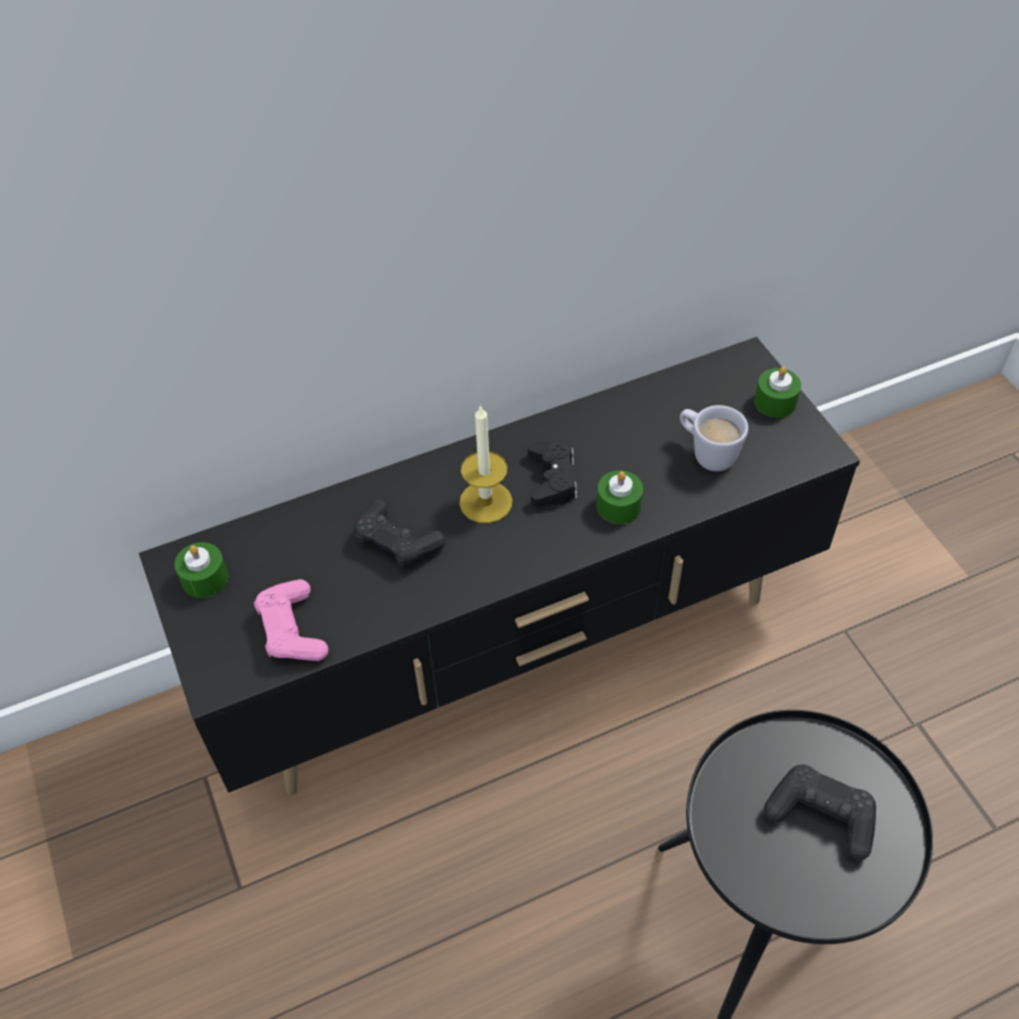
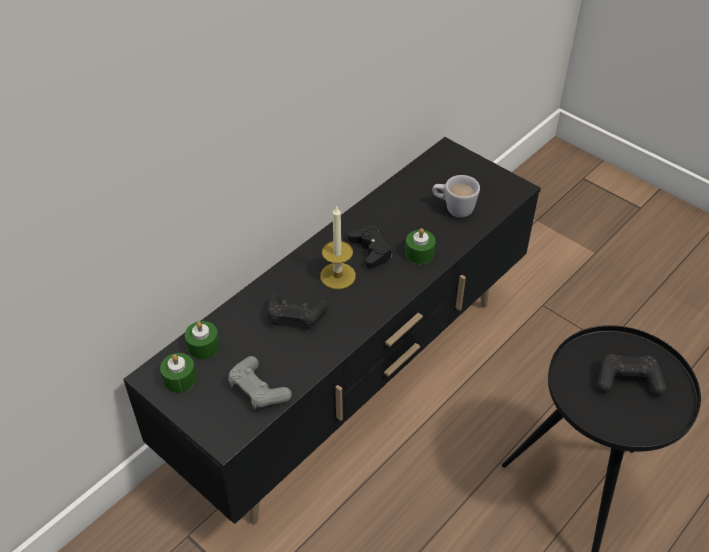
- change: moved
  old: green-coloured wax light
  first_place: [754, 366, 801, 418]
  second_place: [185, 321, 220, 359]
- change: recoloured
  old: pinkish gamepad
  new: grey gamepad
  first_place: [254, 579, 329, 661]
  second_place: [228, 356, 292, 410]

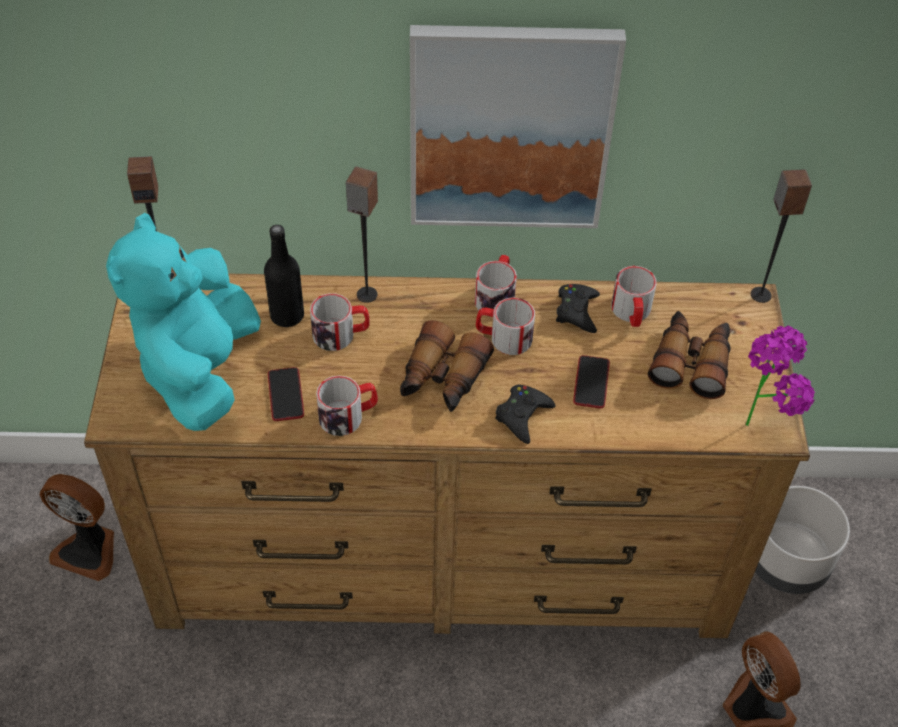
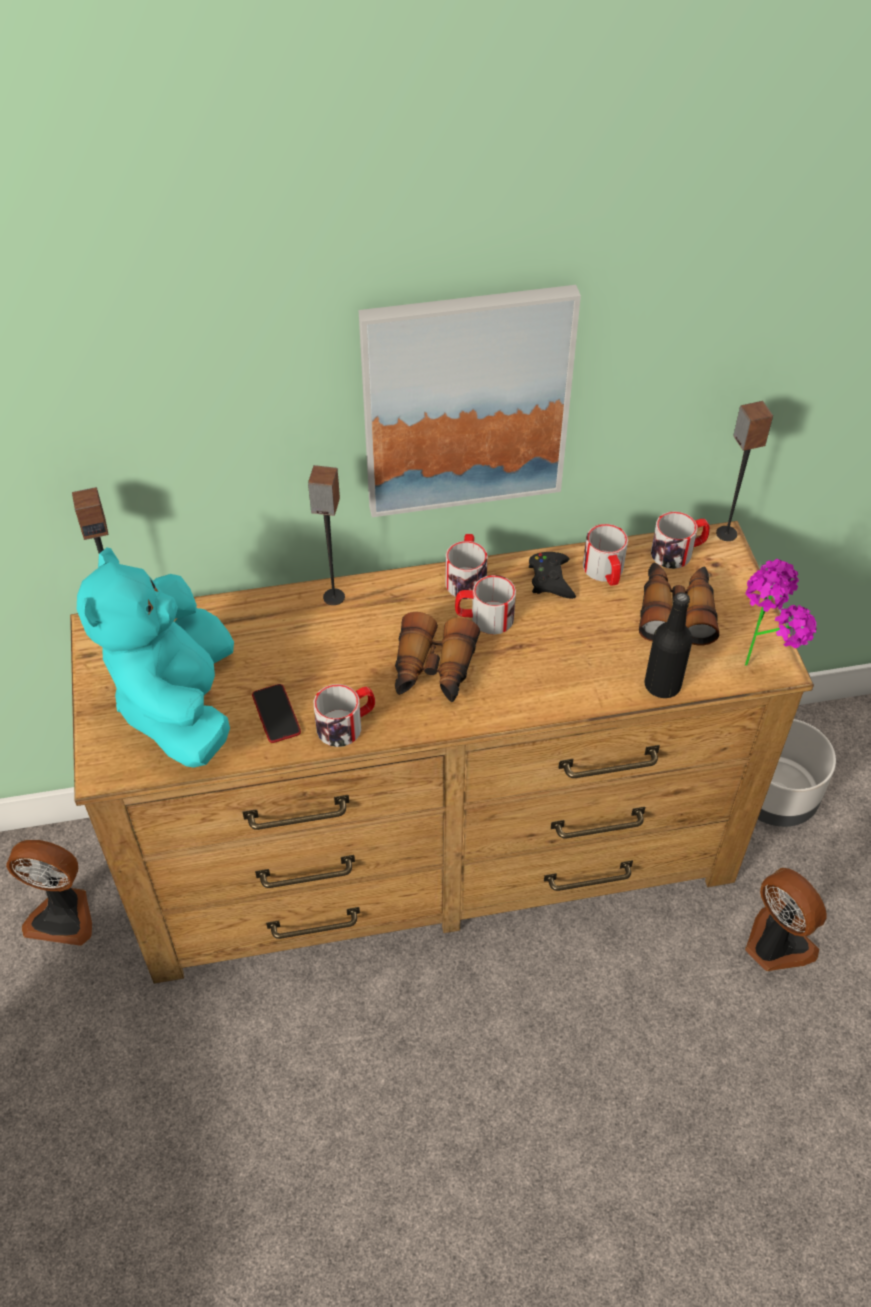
- change: removed
  old: black gamepad
  first_place: [495, 385, 555, 444]
- change: removed
  old: telephone
  first_place: [573, 355, 610, 409]
- change: moved
  old: black beverage bottle
  first_place: [264, 225, 304, 327]
  second_place: [644, 592, 692, 698]
- change: moved
  old: mug
  first_place: [310, 293, 370, 351]
  second_place: [651, 511, 710, 569]

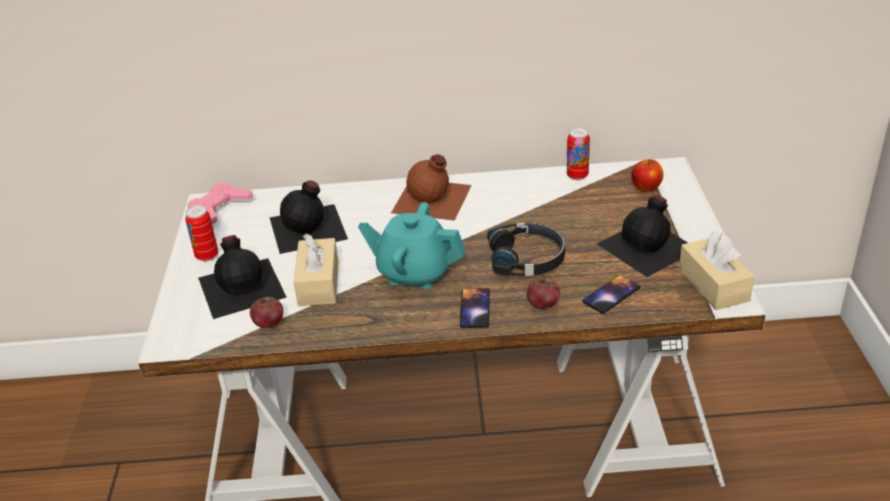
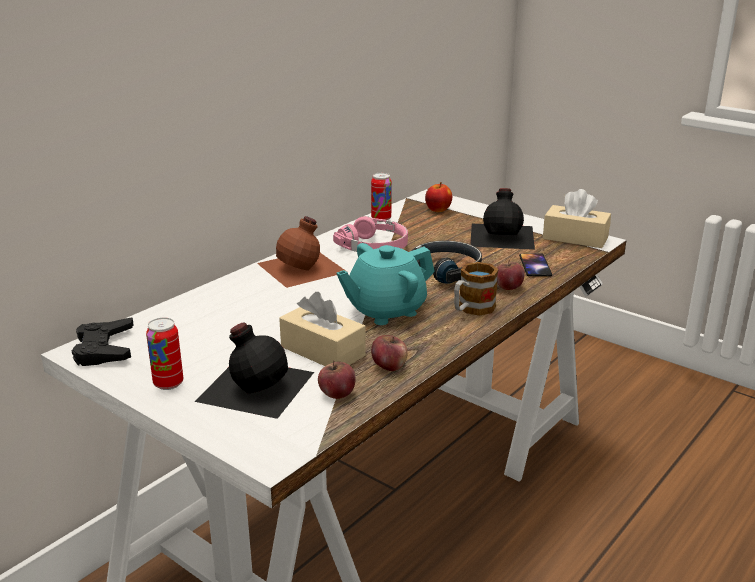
- change: removed
  old: black beverage bottle
  first_place: [270, 180, 348, 254]
- change: added
  new: pinkish headset
  second_place: [333, 216, 408, 252]
- change: added
  new: whole apple
  second_place: [371, 335, 408, 371]
- change: replaced
  old: telephone
  new: mug
  first_place: [460, 288, 490, 328]
  second_place: [454, 262, 499, 316]
- change: recoloured
  old: pinkish gamepad
  new: black gamepad
  first_place: [187, 183, 253, 224]
  second_place: [72, 317, 134, 366]

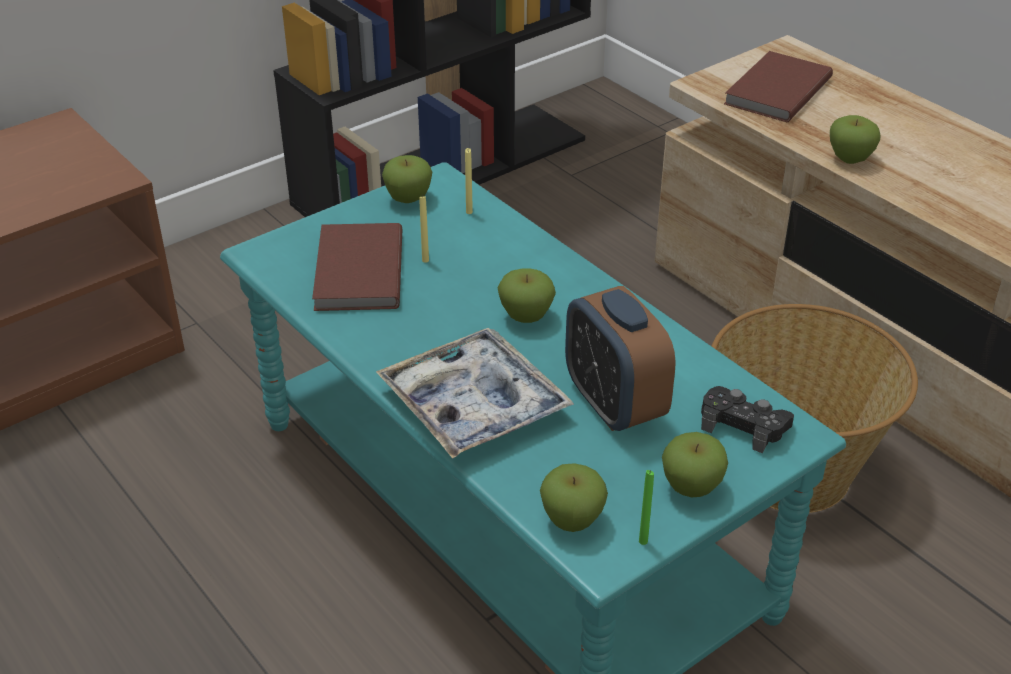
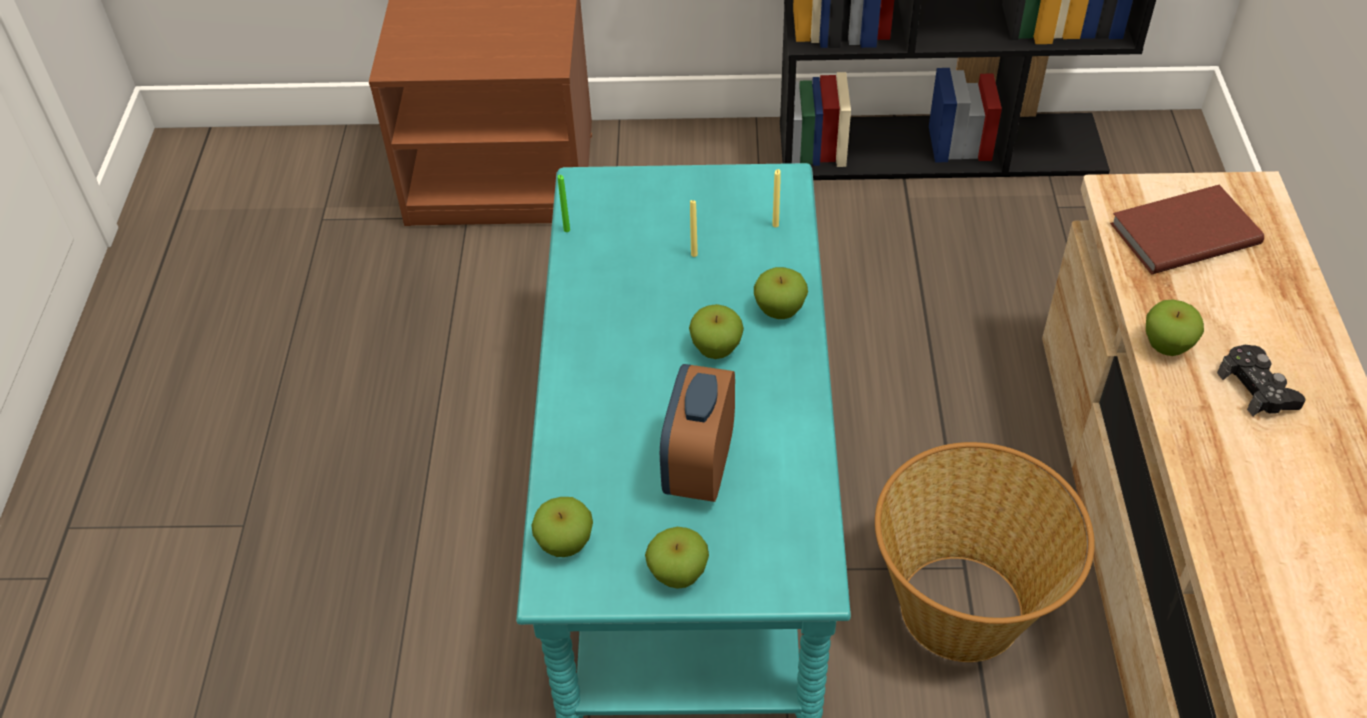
- change: removed
  old: brown-coloured bound book
  first_place: [312, 223, 402, 311]
- change: removed
  old: carrying tray
  first_place: [376, 328, 574, 459]
- change: moved
  old: whole apple
  first_place: [382, 155, 432, 203]
  second_place: [754, 267, 808, 319]
- change: moved
  old: green-coloured wax light
  first_place: [639, 470, 654, 545]
  second_place: [558, 175, 570, 232]
- change: moved
  old: black gamepad
  first_place: [701, 386, 794, 453]
  second_place: [1217, 344, 1306, 416]

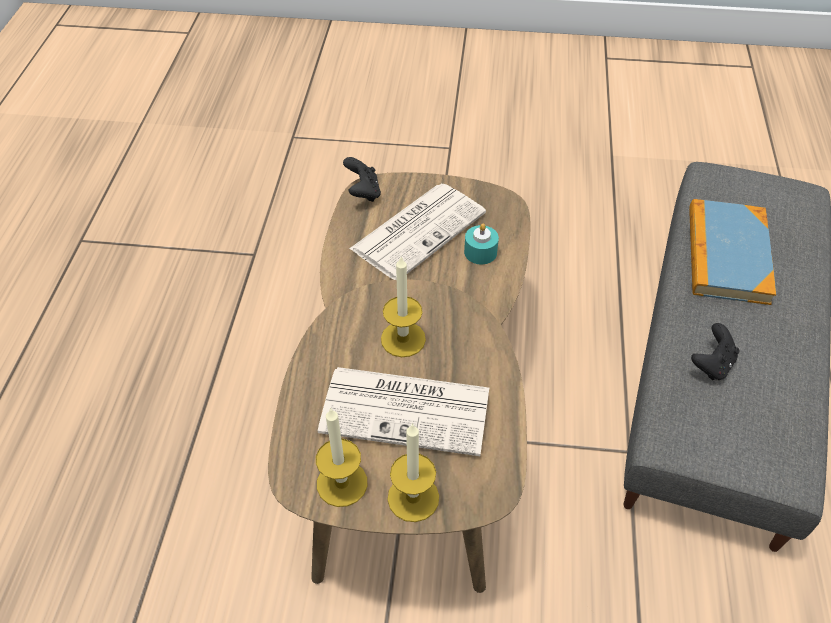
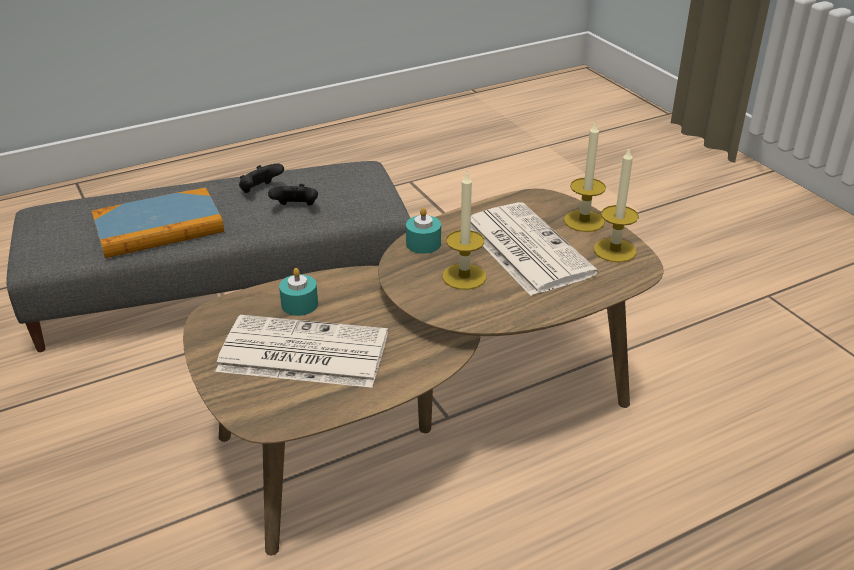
- change: added
  new: turquoise wax light
  second_place: [406, 207, 441, 254]
- change: moved
  old: black gamepad
  first_place: [343, 157, 381, 202]
  second_place: [239, 163, 284, 193]

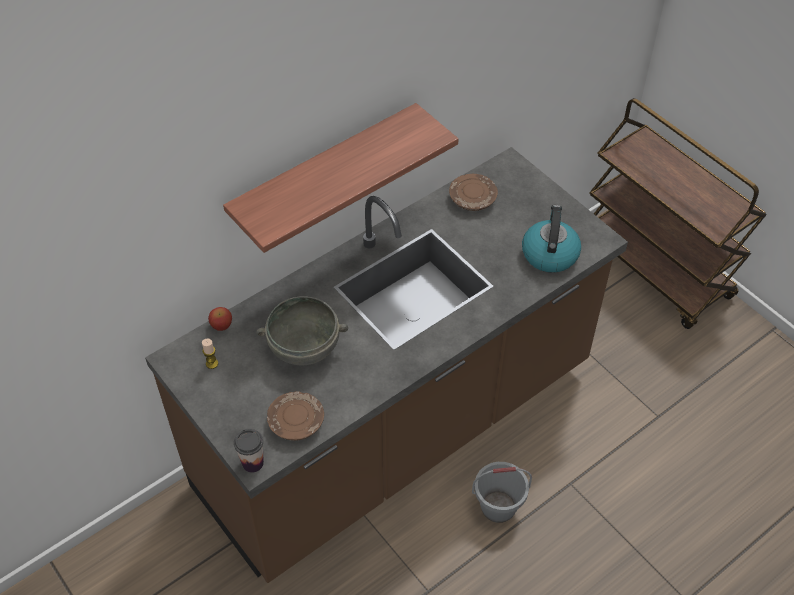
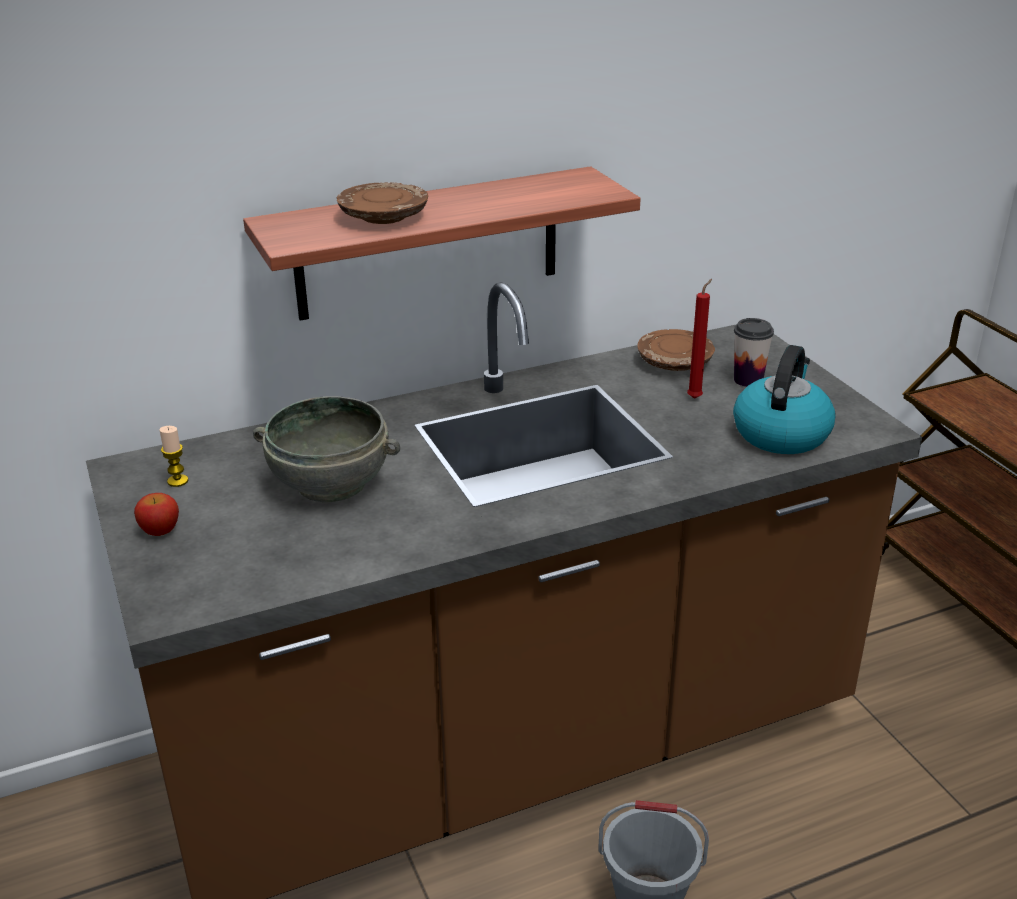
- change: added
  new: red-coloured wax light
  second_place: [687, 279, 712, 399]
- change: moved
  old: whole apple
  first_place: [208, 307, 232, 331]
  second_place: [134, 493, 179, 536]
- change: moved
  old: drinking cup
  first_place: [234, 429, 264, 473]
  second_place: [734, 318, 774, 387]
- change: moved
  old: brown-coloured dinner plate
  first_place: [267, 391, 324, 441]
  second_place: [337, 182, 428, 224]

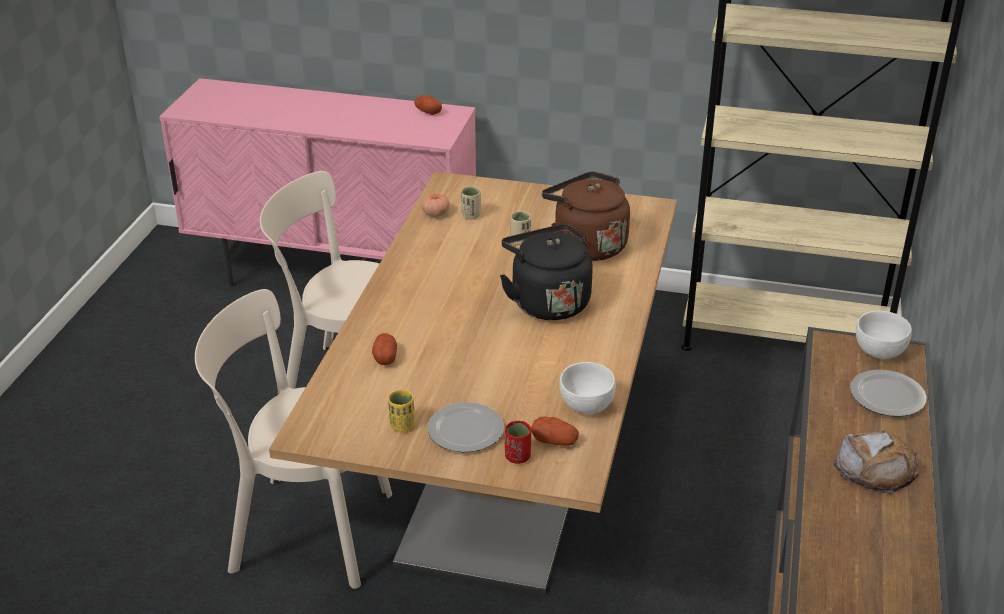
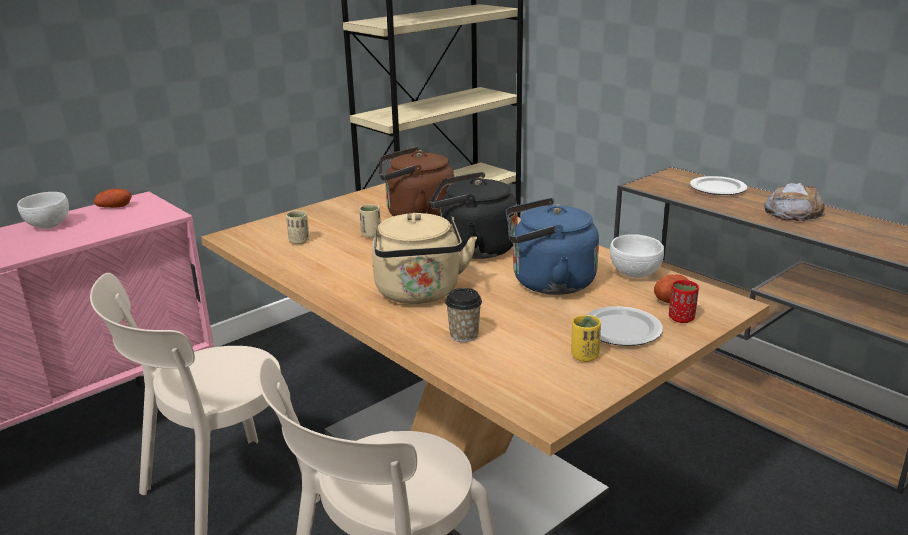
- change: removed
  old: fresh tomato
  first_place: [421, 193, 450, 217]
- change: added
  new: beige-coloured kettle
  second_place: [372, 213, 477, 304]
- change: added
  new: blue kettle
  second_place: [506, 198, 599, 295]
- change: moved
  old: whitish serving bowl
  first_place: [856, 311, 912, 359]
  second_place: [17, 192, 69, 229]
- change: replaced
  old: potato
  new: drinking cup
  first_place: [372, 333, 397, 365]
  second_place: [445, 288, 482, 342]

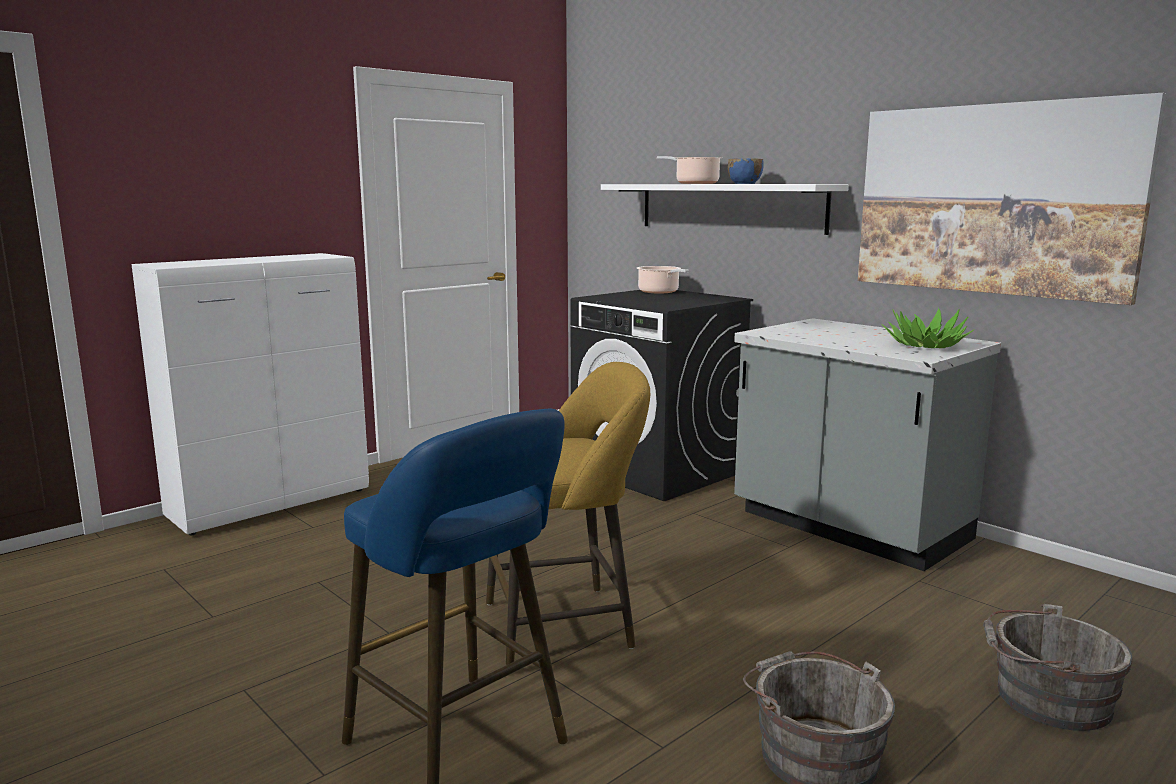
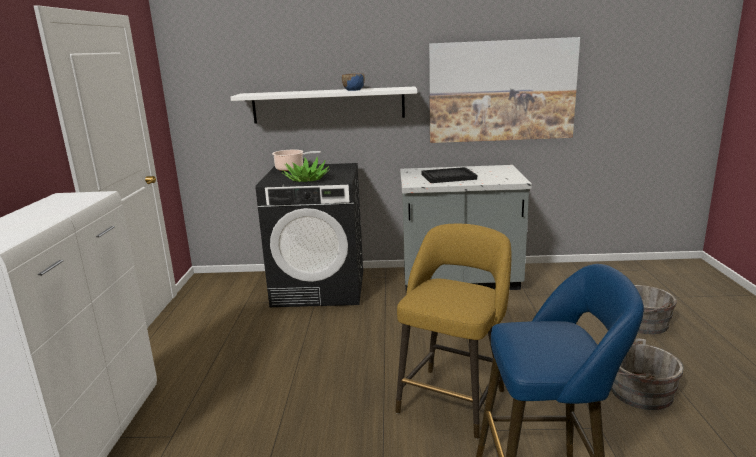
- change: removed
  old: cooking pot
  first_place: [657, 156, 722, 184]
- change: added
  new: black carrying tray
  second_place: [422, 167, 477, 183]
- change: moved
  old: houseplant
  first_place: [881, 308, 974, 348]
  second_place: [281, 156, 330, 182]

